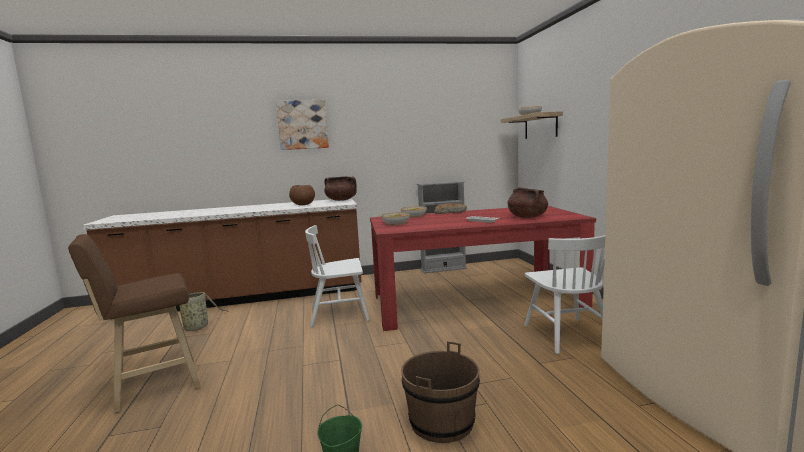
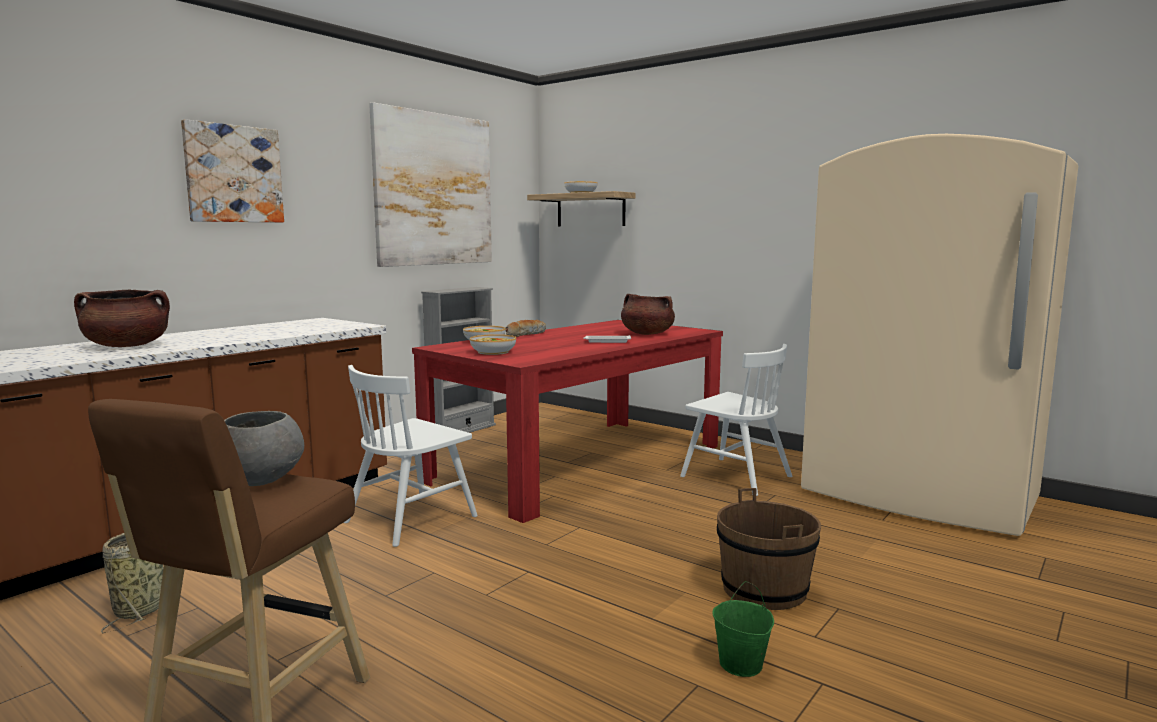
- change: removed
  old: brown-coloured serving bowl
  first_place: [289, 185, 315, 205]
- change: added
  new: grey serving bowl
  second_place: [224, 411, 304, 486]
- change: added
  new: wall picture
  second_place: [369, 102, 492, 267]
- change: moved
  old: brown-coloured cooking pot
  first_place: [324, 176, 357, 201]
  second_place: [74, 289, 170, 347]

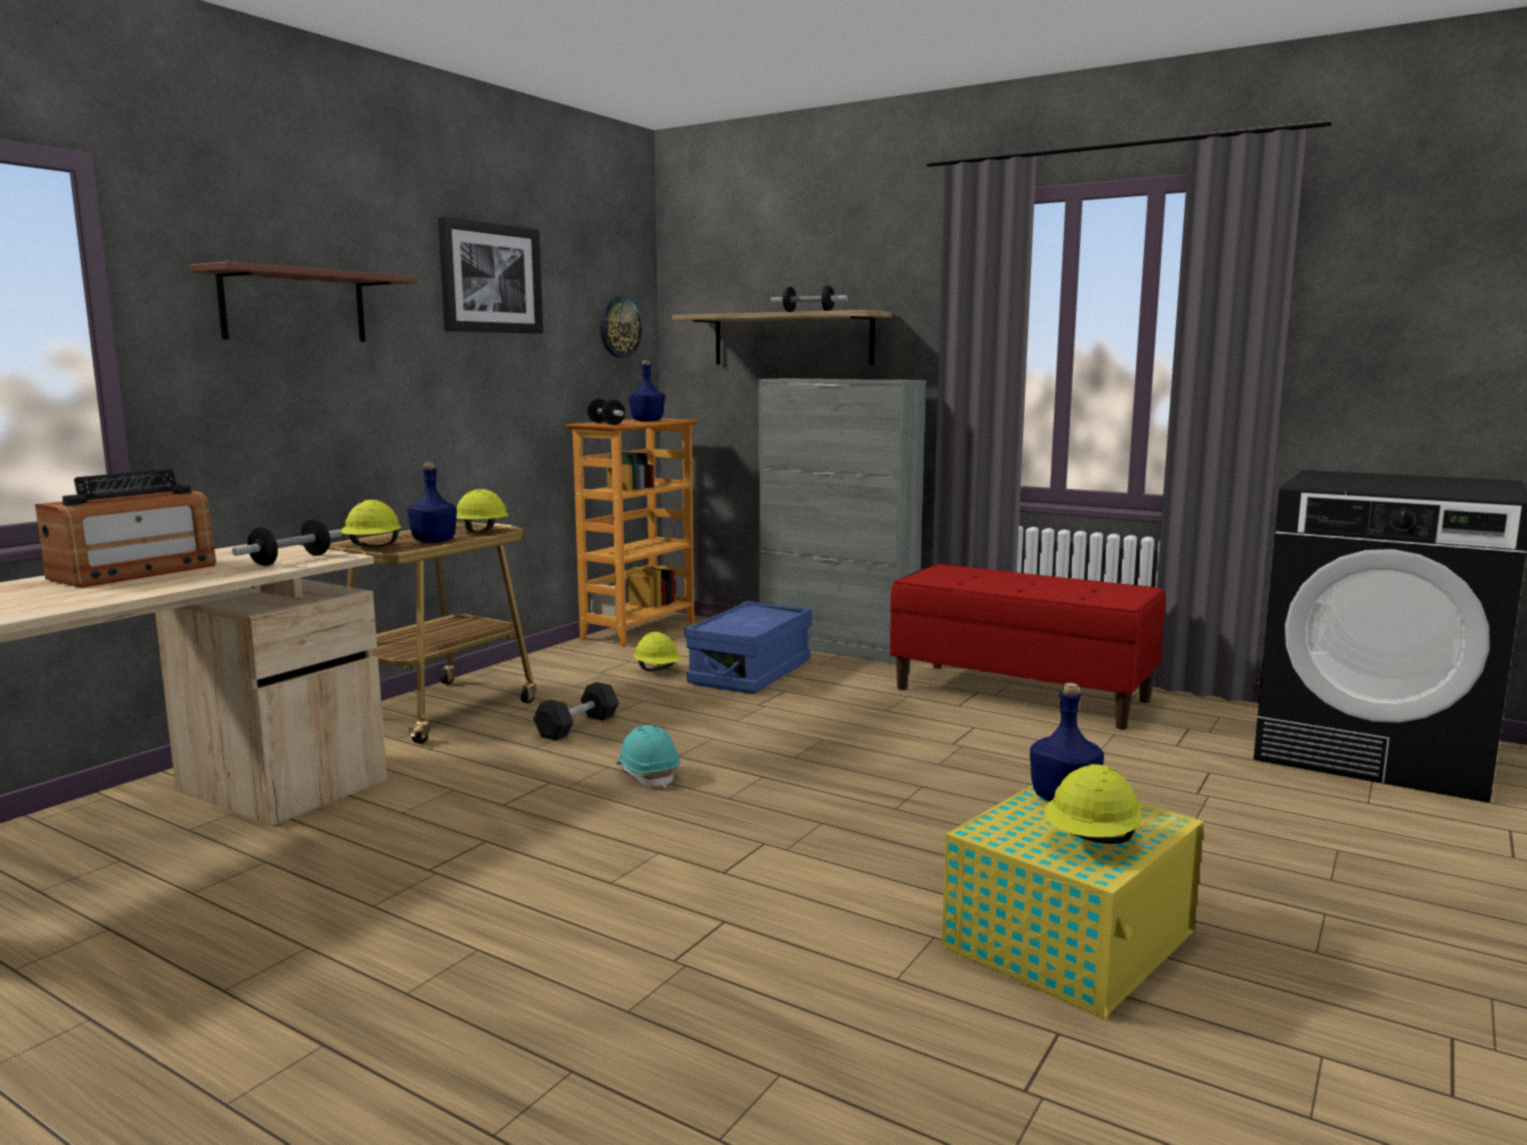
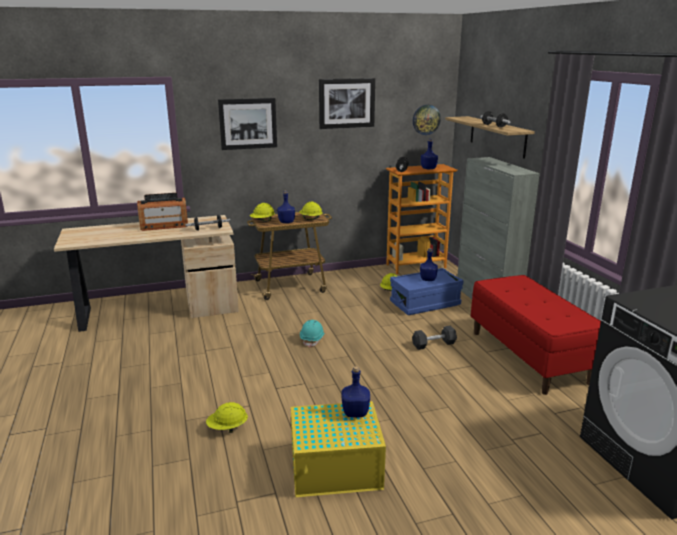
- change: added
  new: blue beverage bottle
  second_place: [420, 248, 438, 281]
- change: moved
  old: black hand weight
  first_place: [533, 682, 619, 741]
  second_place: [412, 325, 457, 350]
- change: moved
  old: yellow hard hat
  first_place: [1044, 764, 1142, 844]
  second_place: [206, 402, 248, 433]
- change: replaced
  old: brown-coloured shelf
  new: wall picture
  first_place: [189, 261, 418, 341]
  second_place: [218, 98, 277, 150]

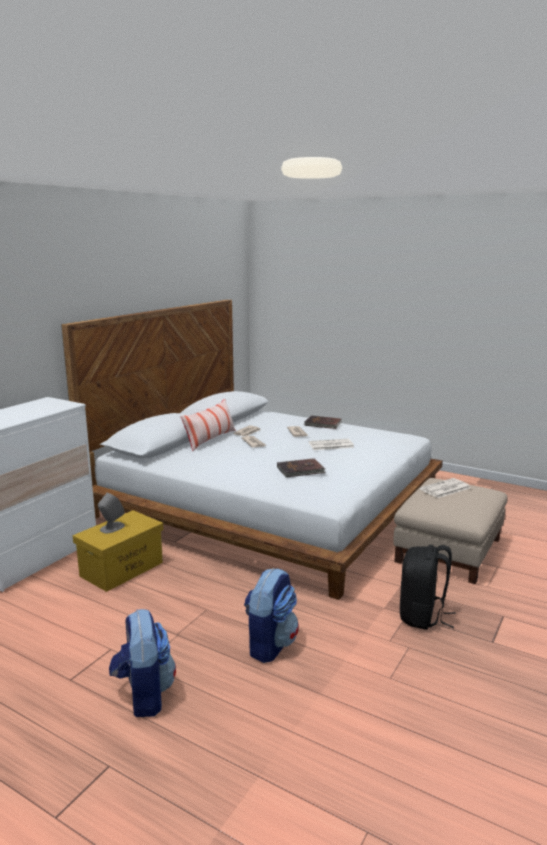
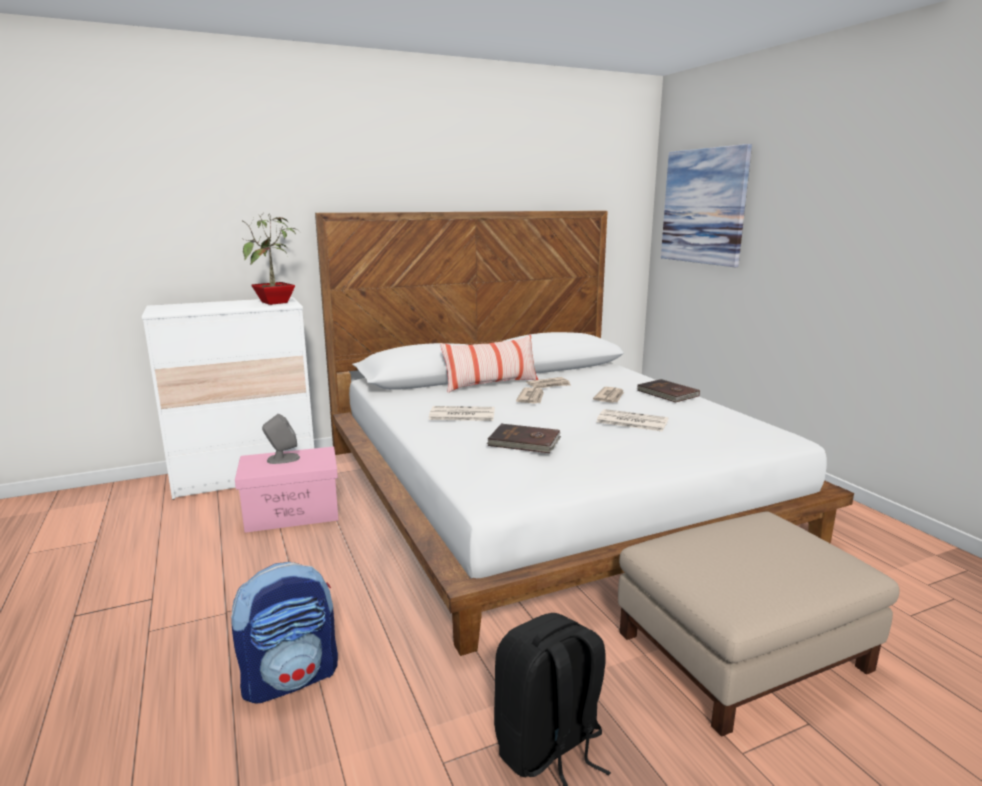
- change: removed
  old: backpack
  first_place: [109, 609, 176, 717]
- change: added
  new: houseplant
  second_place: [243, 213, 300, 305]
- change: added
  new: wall picture
  second_place: [661, 144, 752, 267]
- change: moved
  old: printed paper
  first_place: [420, 478, 470, 498]
  second_place: [428, 406, 495, 421]
- change: recoloured
  old: yellow storage container
  new: pinkish storage container
  first_place: [73, 510, 163, 592]
  second_place: [235, 447, 338, 533]

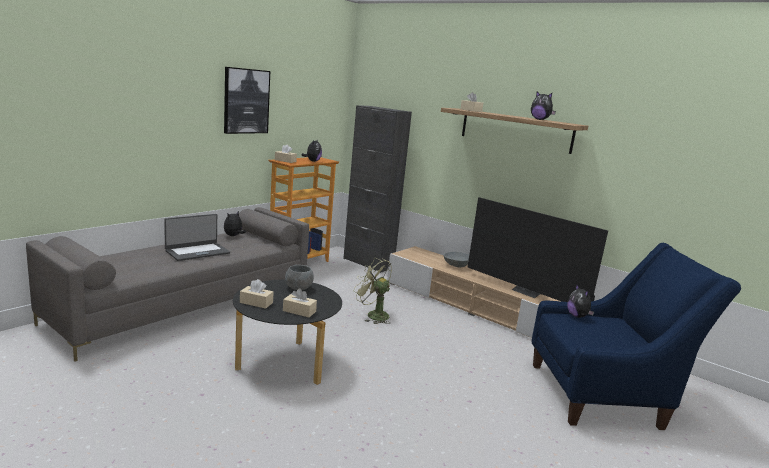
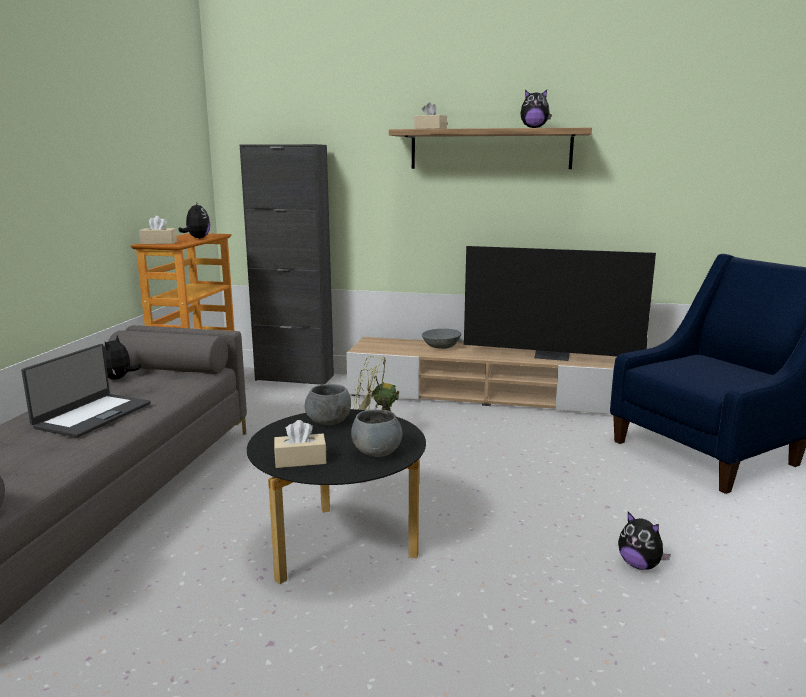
- change: removed
  old: wall picture
  first_place: [224, 67, 270, 134]
- change: moved
  old: cuddly toy
  first_place: [567, 284, 594, 318]
  second_place: [618, 512, 671, 570]
- change: replaced
  old: beige-coloured tissue box
  new: grey serving bowl
  first_place: [283, 288, 317, 317]
  second_place: [351, 409, 402, 457]

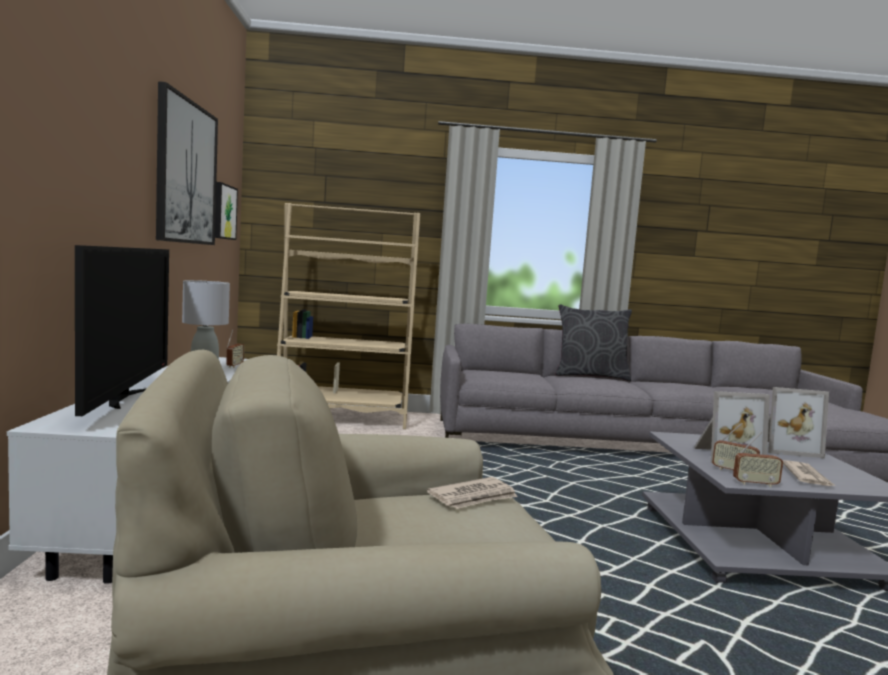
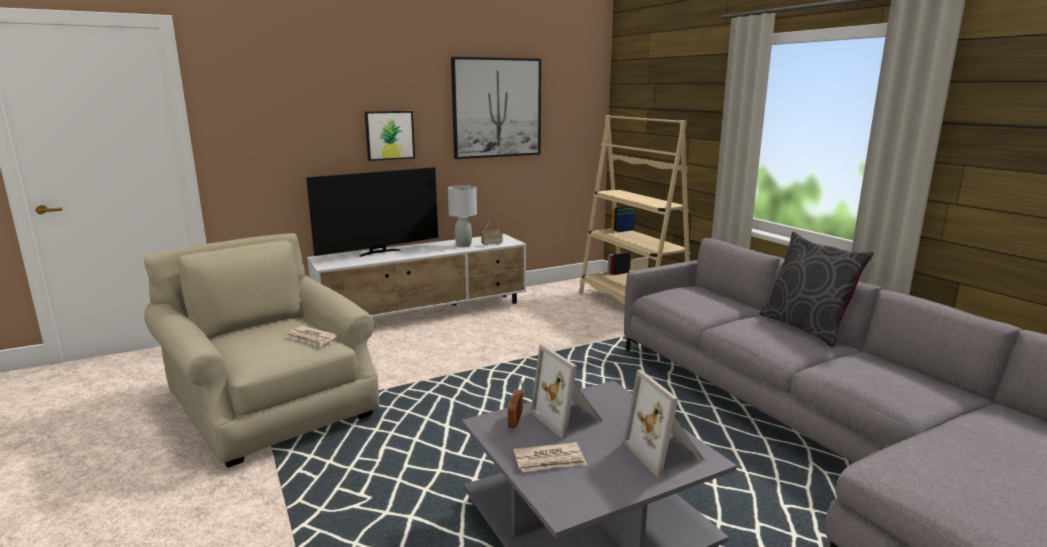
- change: removed
  old: radio receiver
  first_place: [733, 432, 783, 487]
- change: moved
  old: wall picture
  first_place: [215, 182, 238, 240]
  second_place: [365, 111, 415, 161]

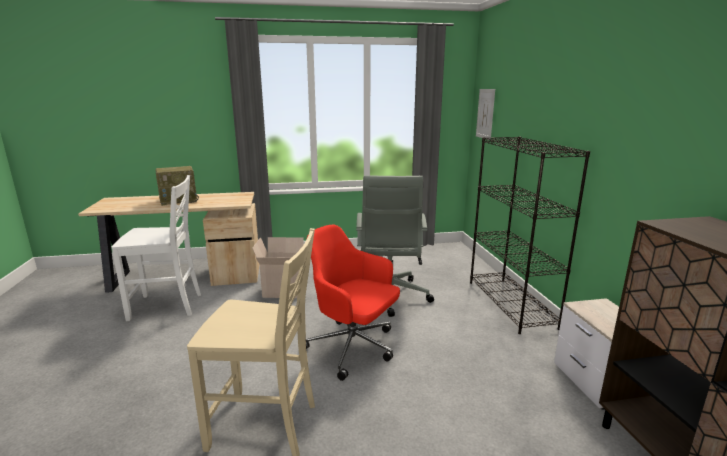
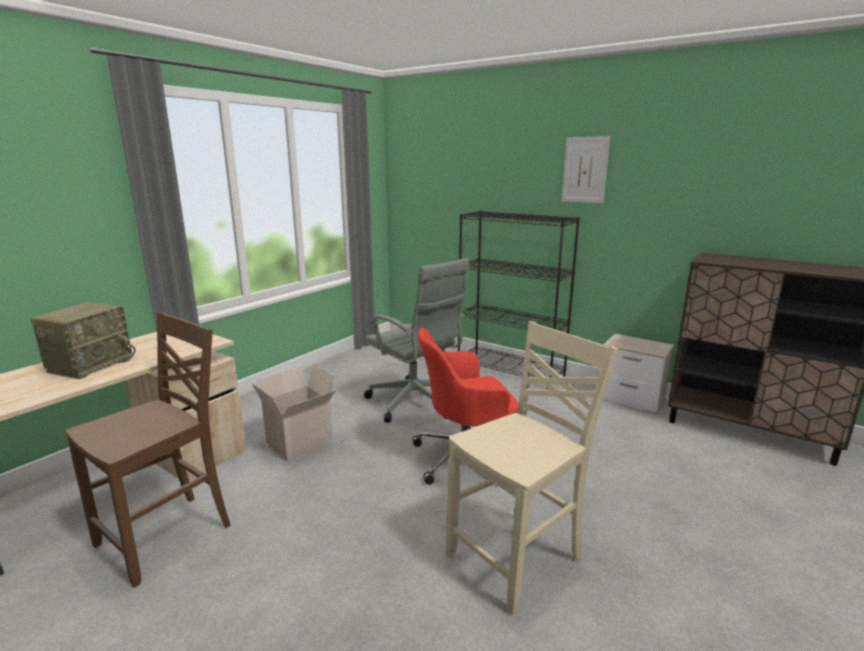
- change: moved
  old: wall picture
  first_place: [476, 89, 495, 139]
  second_place: [562, 136, 610, 203]
- change: recoloured
  old: whitish plain chair
  new: brown-coloured plain chair
  first_place: [111, 175, 201, 321]
  second_place: [66, 312, 231, 588]

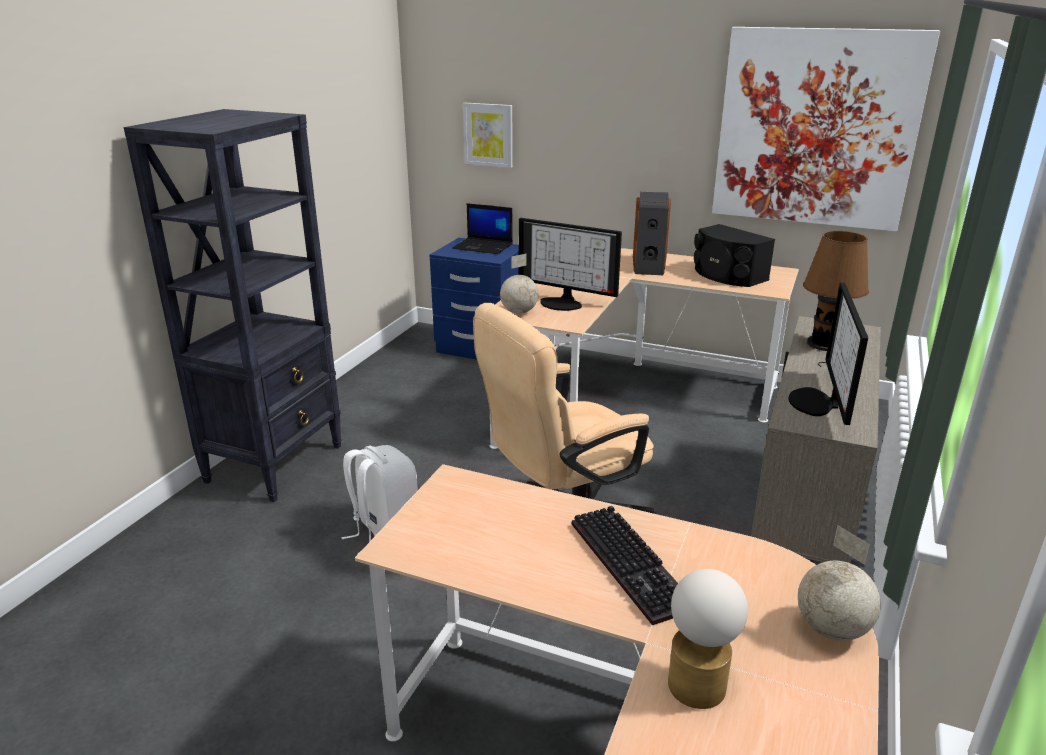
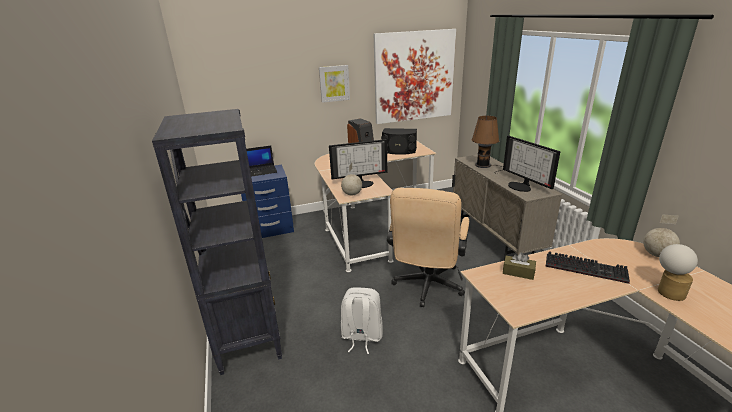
- change: added
  new: brown-coloured tissue box
  second_place: [503, 252, 536, 280]
- change: moved
  old: wall picture
  first_place: [463, 103, 513, 168]
  second_place: [319, 65, 350, 103]

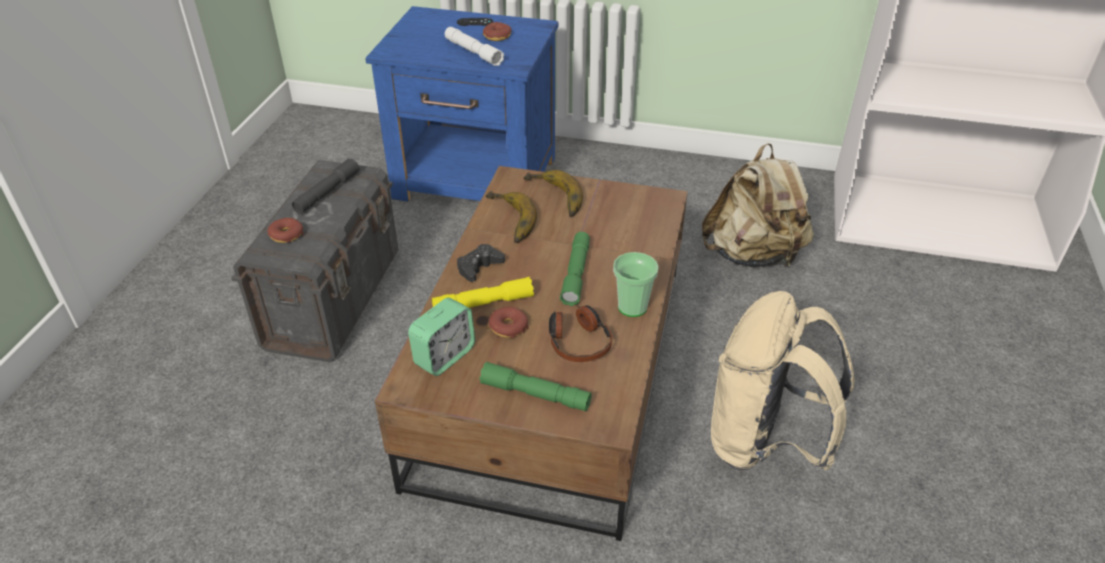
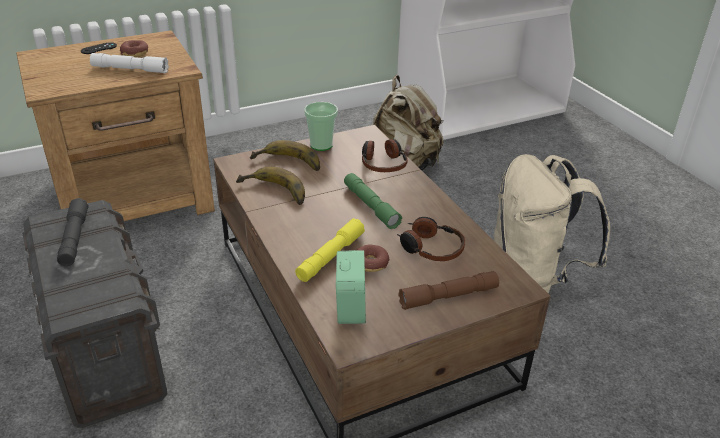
- change: removed
  old: donut
  first_place: [268, 218, 304, 243]
- change: removed
  old: black gamepad
  first_place: [457, 244, 505, 282]
- change: added
  new: headset
  second_place: [362, 139, 408, 172]
- change: moved
  old: drinking cup
  first_place: [613, 252, 659, 317]
  second_place: [304, 102, 338, 151]
- change: recoloured
  old: blue nightstand
  new: brown-coloured nightstand
  first_place: [366, 6, 559, 202]
  second_place: [16, 30, 215, 221]
- change: recoloured
  old: green-coloured torch
  new: brown-coloured torch
  first_place: [479, 362, 592, 411]
  second_place: [398, 271, 499, 310]

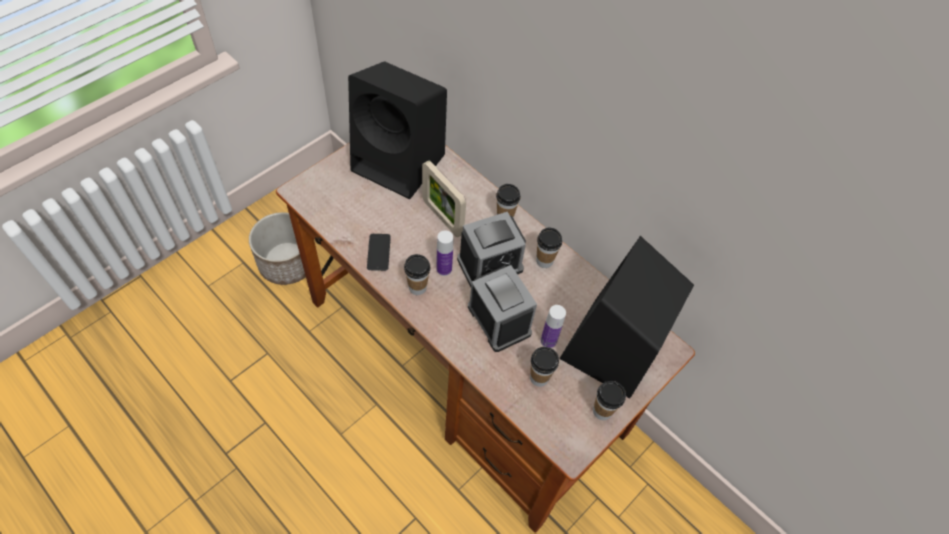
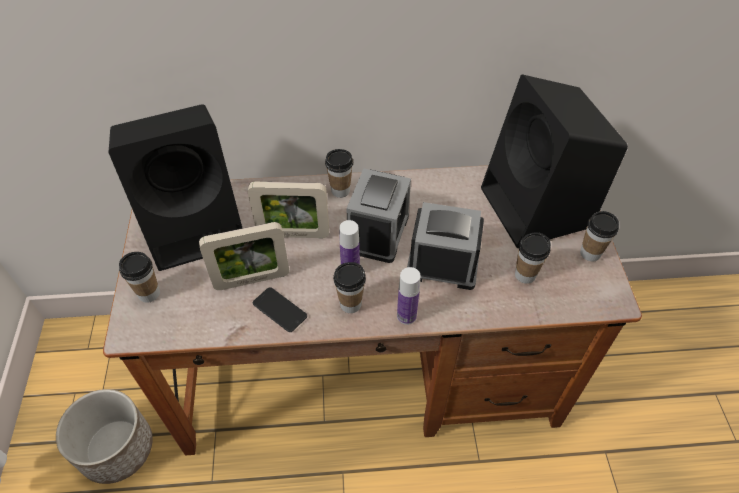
- change: added
  new: photo frame
  second_place: [199, 222, 289, 290]
- change: moved
  old: drinking cup
  first_place: [536, 228, 562, 268]
  second_place: [119, 252, 160, 303]
- change: moved
  old: beverage bottle
  first_place: [540, 305, 566, 348]
  second_place: [397, 267, 421, 325]

